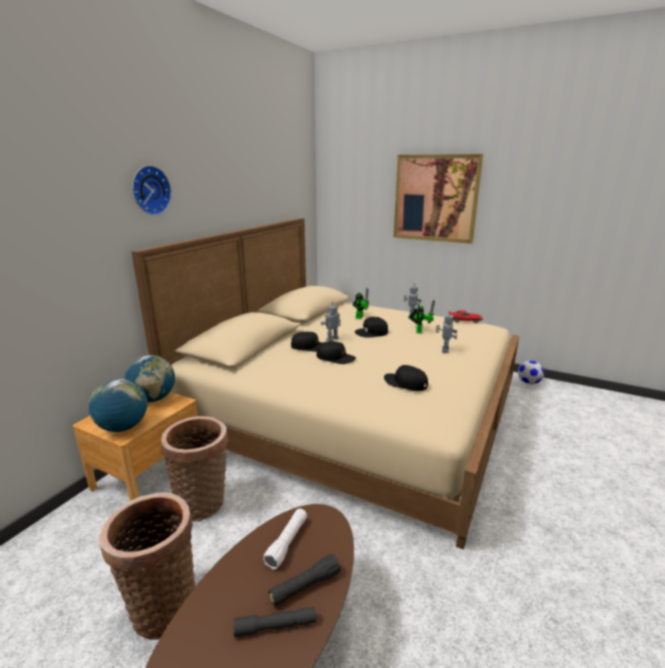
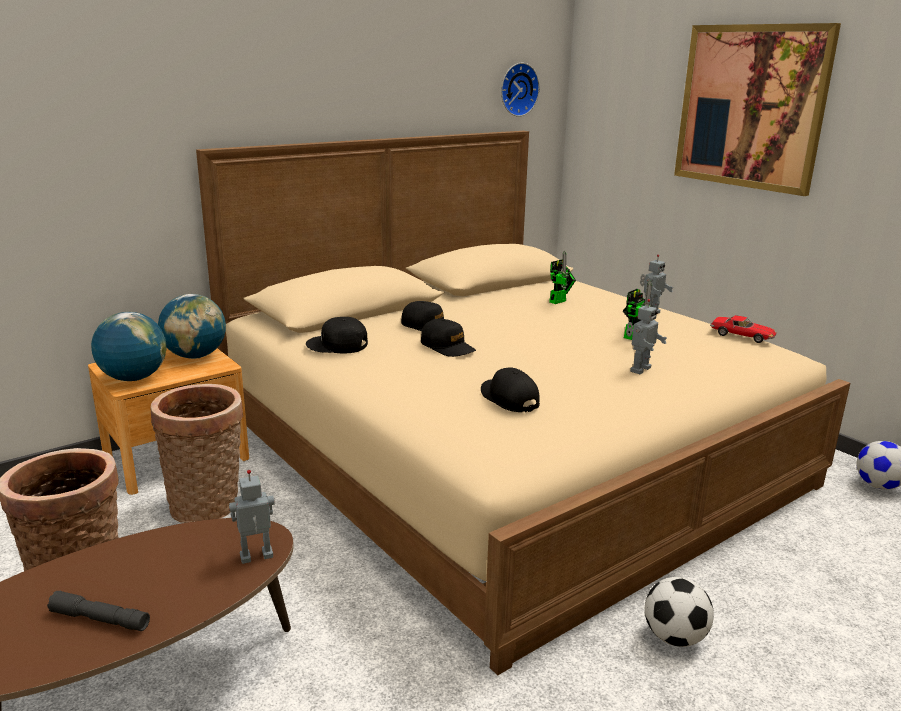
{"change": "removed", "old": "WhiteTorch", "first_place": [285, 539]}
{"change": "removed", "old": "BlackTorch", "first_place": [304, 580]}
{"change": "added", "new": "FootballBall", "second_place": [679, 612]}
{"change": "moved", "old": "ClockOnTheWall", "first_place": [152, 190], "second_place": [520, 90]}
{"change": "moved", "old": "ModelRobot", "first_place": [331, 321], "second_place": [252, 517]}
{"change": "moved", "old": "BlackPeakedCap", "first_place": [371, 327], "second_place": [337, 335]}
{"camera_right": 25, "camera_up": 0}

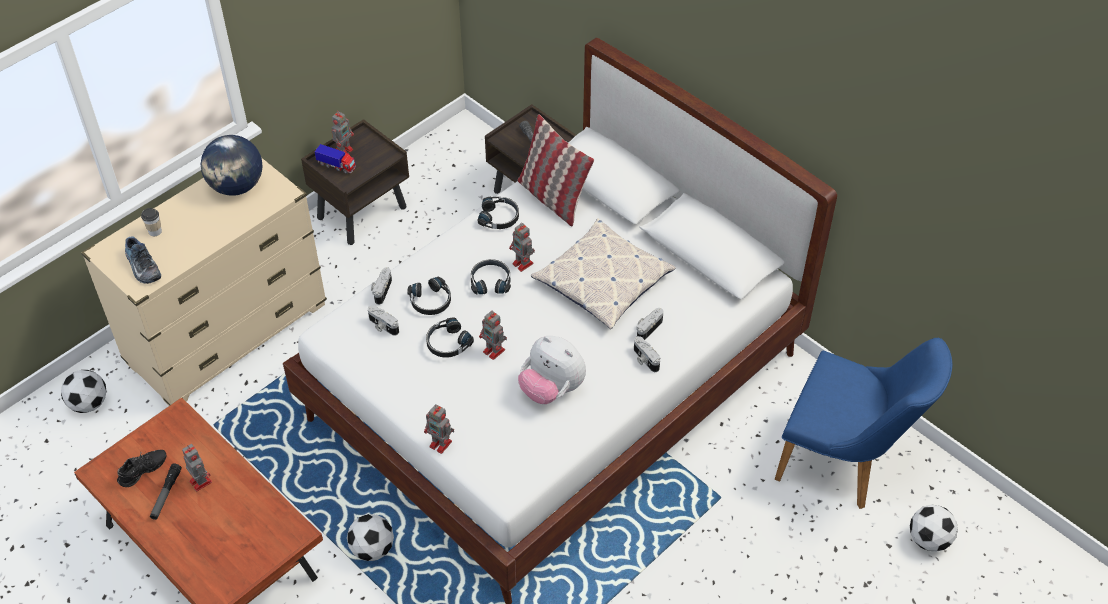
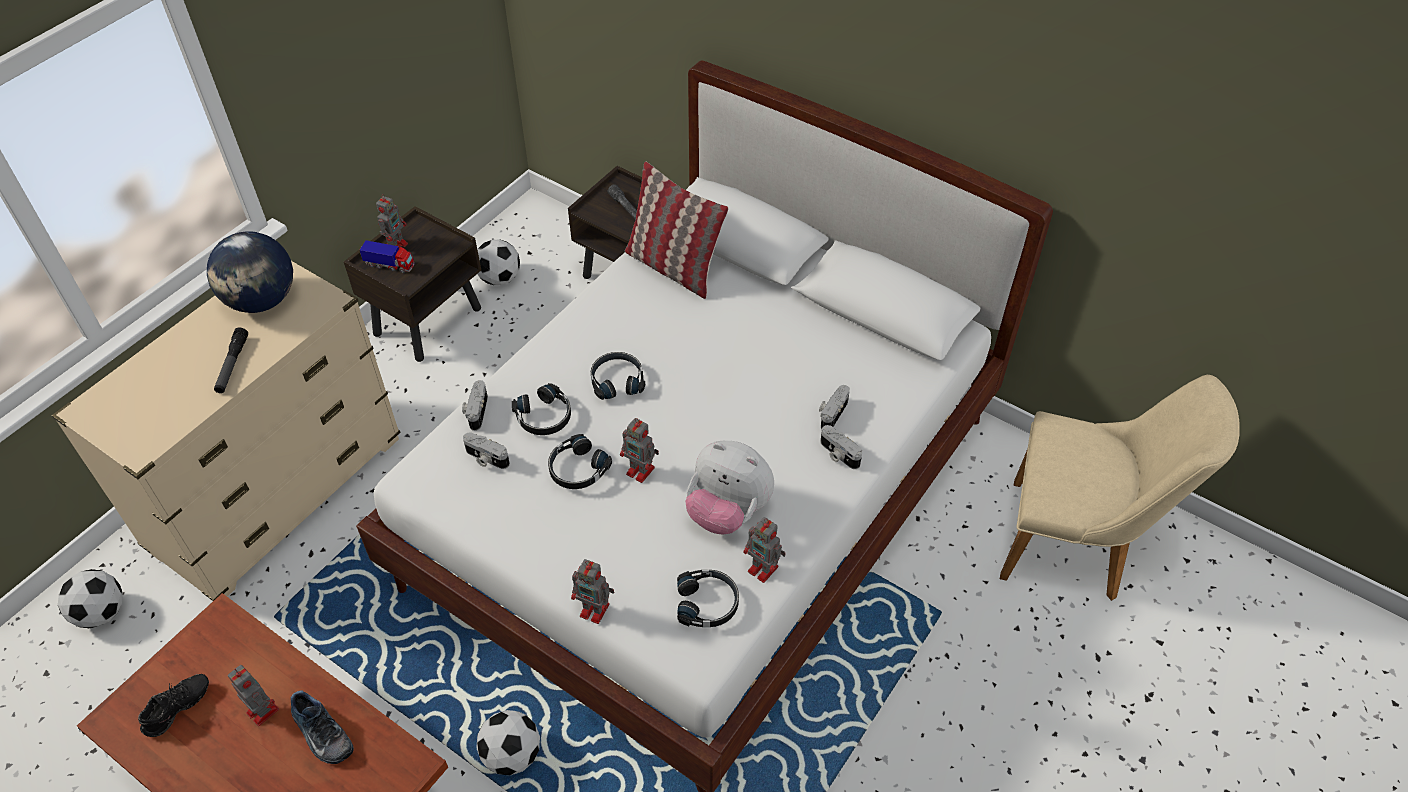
{"change": "removed", "old": "DrinkingCup", "first_place": [151, 222]}
{"change": "removed", "old": "ThrowPillow", "first_place": [603, 274]}
{"change": "moved", "old": "LowShoe", "first_place": [143, 260], "second_place": [322, 727]}
{"change": "moved", "old": "Torch", "first_place": [166, 491], "second_place": [231, 360]}
{"change": "moved", "old": "BlackHeadphones", "first_place": [498, 213], "second_place": [708, 598]}
{"change": "moved", "old": "ModelRobot", "first_place": [522, 247], "second_place": [764, 550]}
{"change": "moved", "old": "FootballBall", "first_place": [934, 528], "second_place": [498, 262]}
{"change": "recoloured", "old": "BlueColouredPlainChair", "new": "BeigePlainChair", "first_place": [863, 423], "second_place": [1120, 488]}
{"camera_right": -10, "camera_up": 0}

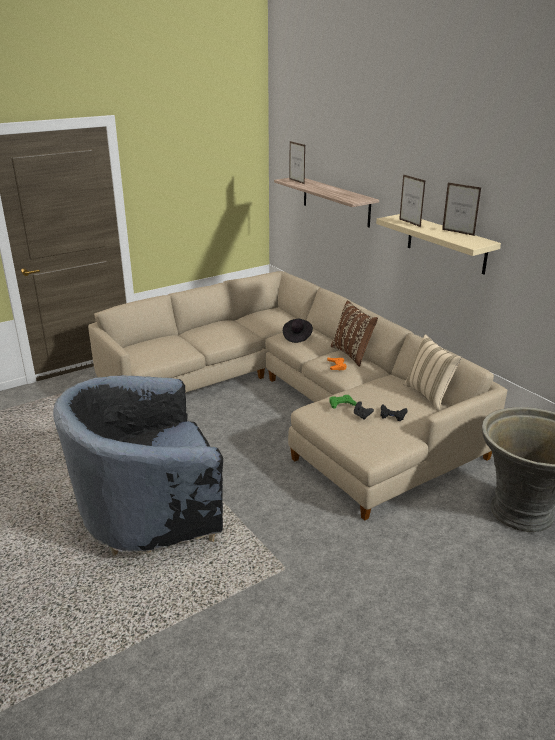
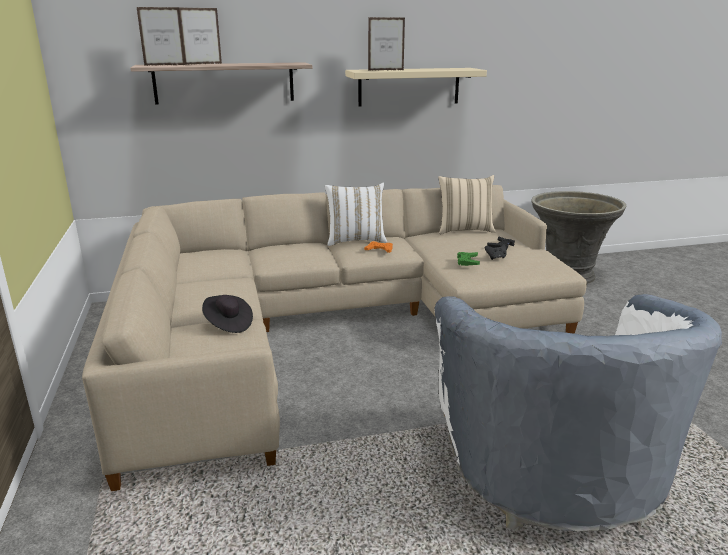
{"change": "moved", "old": "BlackHat", "first_place": [298, 331], "second_place": [227, 314]}
{"change": "moved", "old": "StandingFrame", "first_place": [461, 209], "second_place": [200, 36]}
{"change": "recoloured", "old": "BlackLoungeChair", "new": "WhiteLoungeChair", "first_place": [138, 465], "second_place": [578, 413]}
{"change": "recoloured", "old": "BrownColouredThrowPillow", "new": "WhiteThrowPillow", "first_place": [354, 334], "second_place": [356, 214]}
{"camera_right": -70, "camera_up": -5}

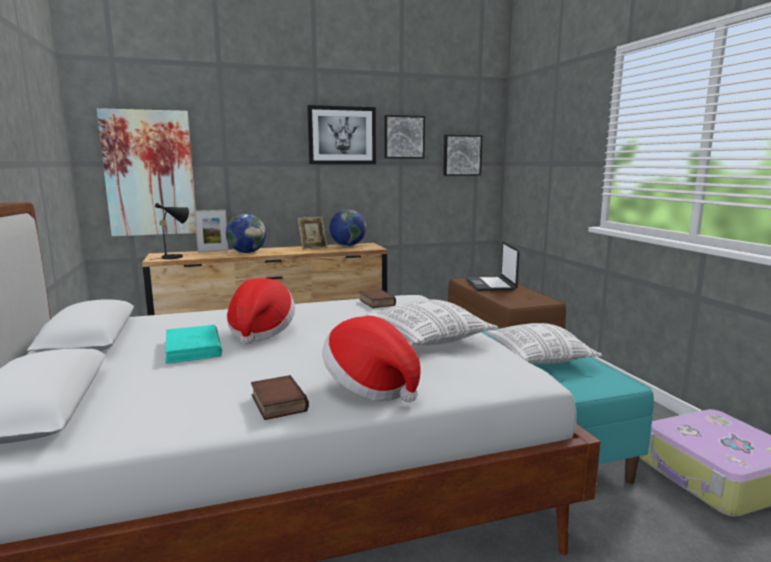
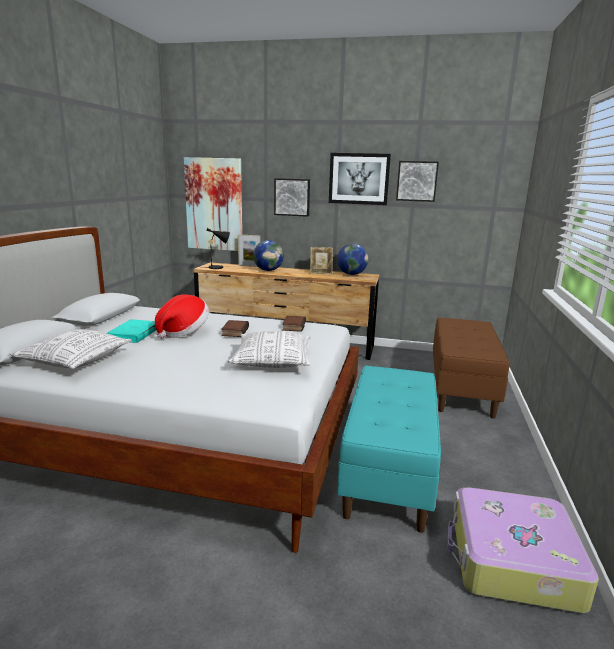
{"change": "removed", "old": "Hat", "first_place": [371, 359]}
{"change": "removed", "old": "Laptop", "first_place": [493, 266]}
{"change": "moved", "old": "Volume", "first_place": [280, 397], "second_place": [235, 328]}
{"change": "moved", "old": "Picture", "first_place": [463, 155], "second_place": [292, 197]}
{"change": "moved", "old": "ThrowPillow", "first_place": [543, 343], "second_place": [71, 349]}
{"camera_right": 30, "camera_up": 5}

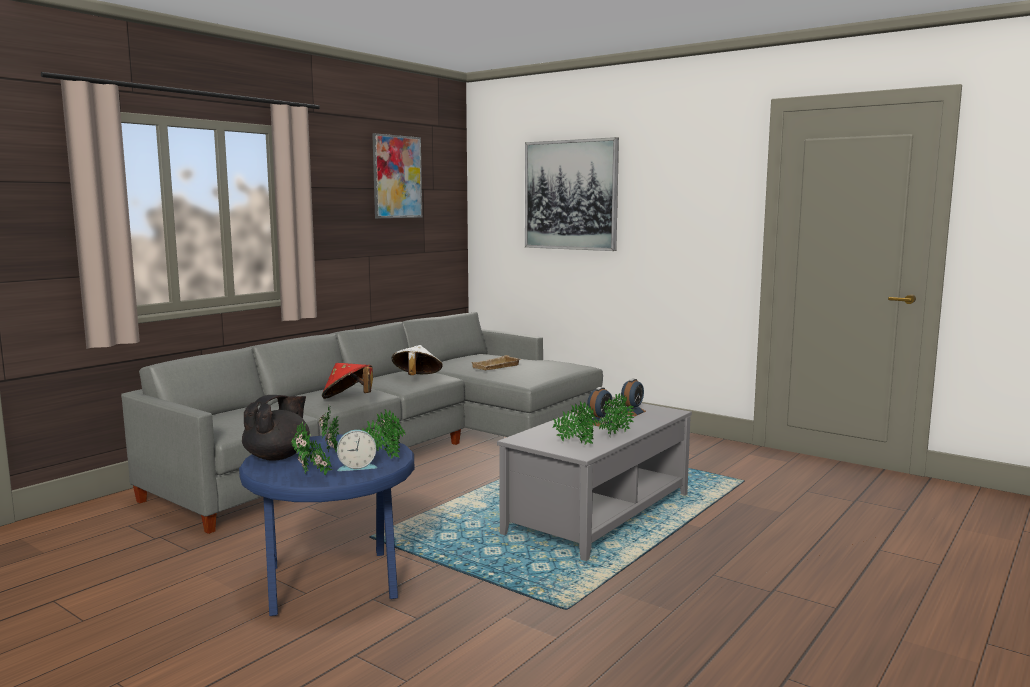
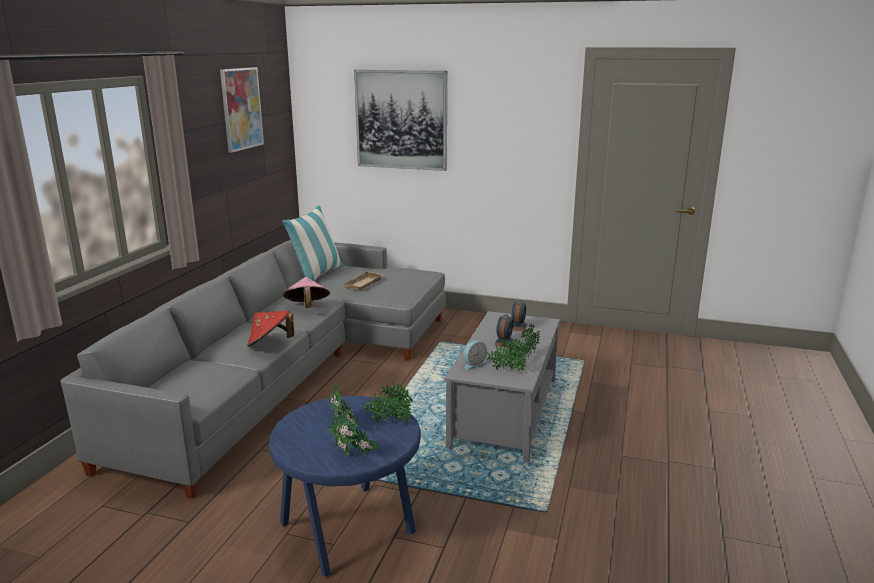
{"change": "removed", "old": "BlackTeaPot", "first_place": [276, 427]}
{"change": "added", "new": "ThrowPillow", "second_place": [312, 243]}
{"change": "moved", "old": "AlarmClock", "first_place": [357, 450], "second_place": [476, 355]}
{"change": "recoloured", "old": "WhiteHat", "new": "PinkColouredHat", "first_place": [417, 360], "second_place": [306, 292]}
{"camera_right": -20, "camera_up": 10}

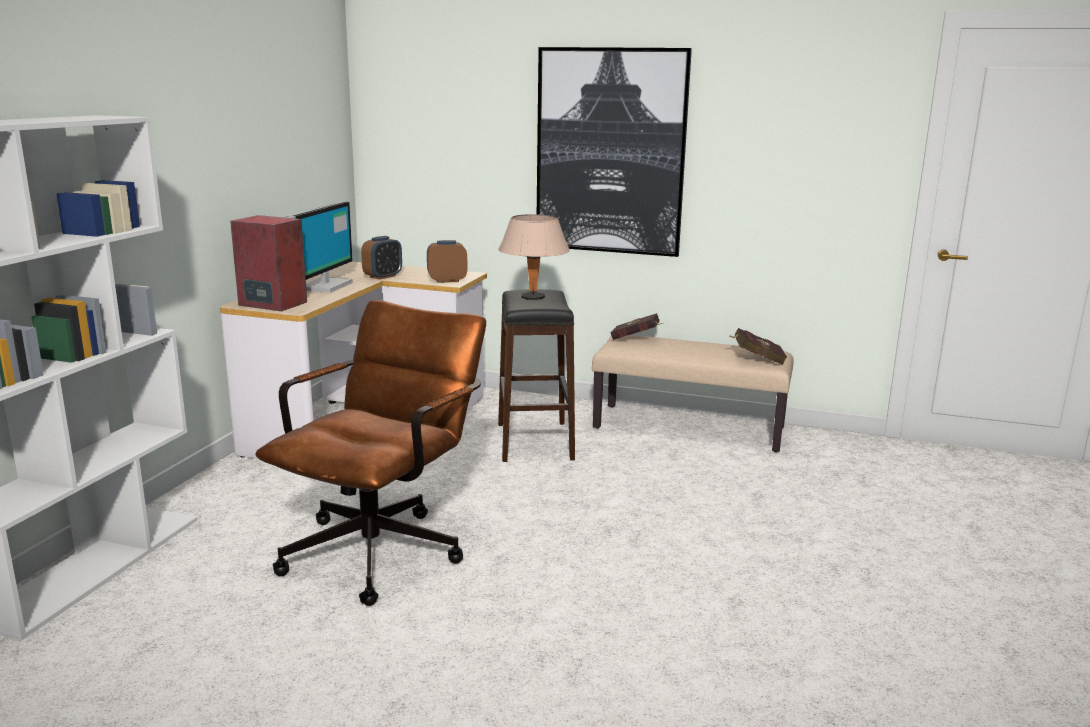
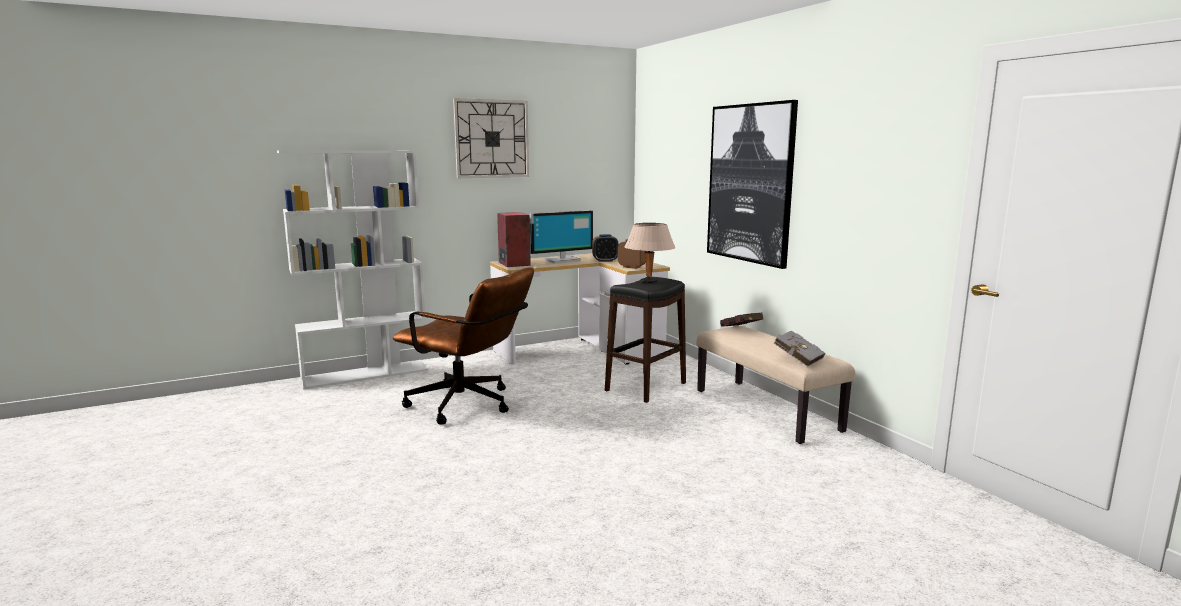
{"change": "added", "new": "ClockOnTheWall", "second_place": [491, 138]}
{"change": "recoloured", "old": "RedVolume", "new": "GreyishVolume", "first_place": [757, 346], "second_place": [799, 349]}
{"change": "turned", "old": "BrownColouredOfficeChair", "first_place": [370, 453], "second_place": [463, 346], "degrees": 45}
{"camera_right": 45, "camera_up": -5}

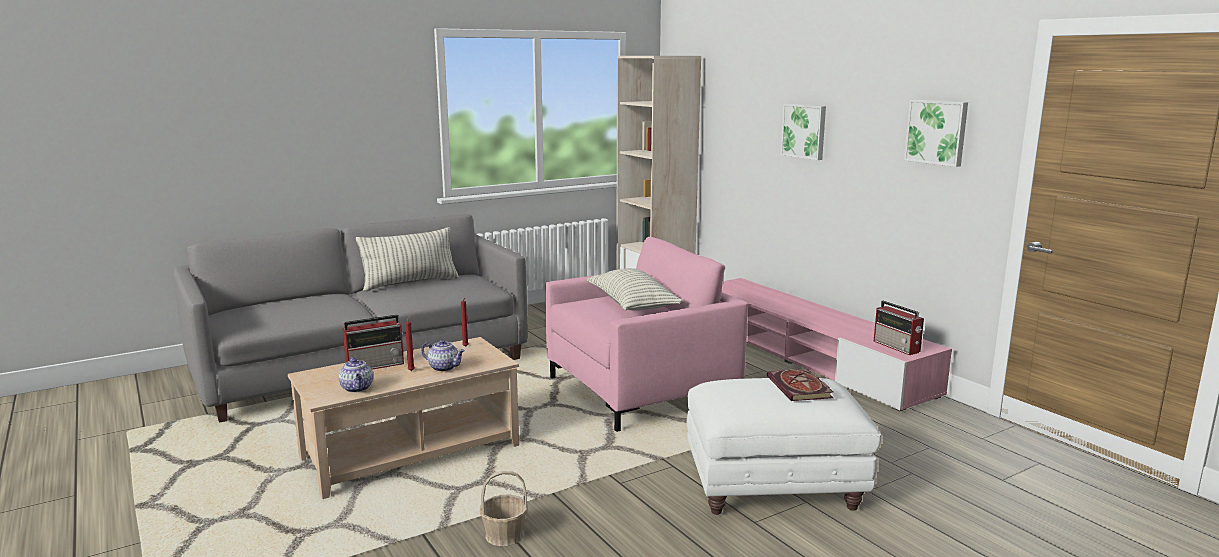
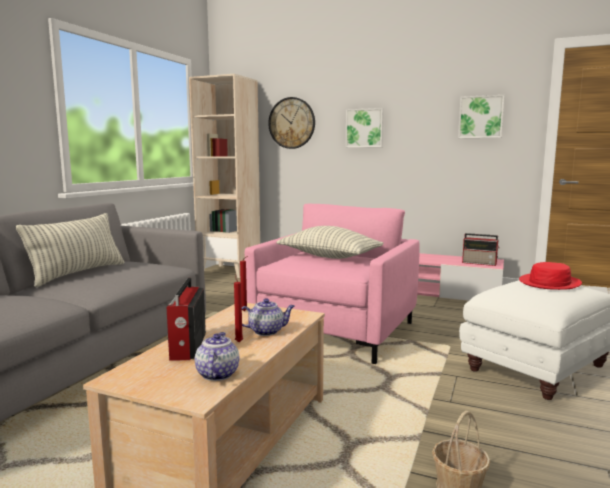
{"change": "added", "new": "ClockOnTheWall", "second_place": [291, 123]}
{"change": "replaced", "old": "Volume", "new": "RedHat", "first_place": [800, 385], "second_place": [550, 276]}
{"change": "turned", "old": "TeaPot", "first_place": [356, 375], "second_place": [217, 356], "degrees": -120}
{"change": "turned", "old": "Radio", "first_place": [373, 342], "second_place": [186, 319], "degrees": 150}
{"camera_right": -35, "camera_up": -5}

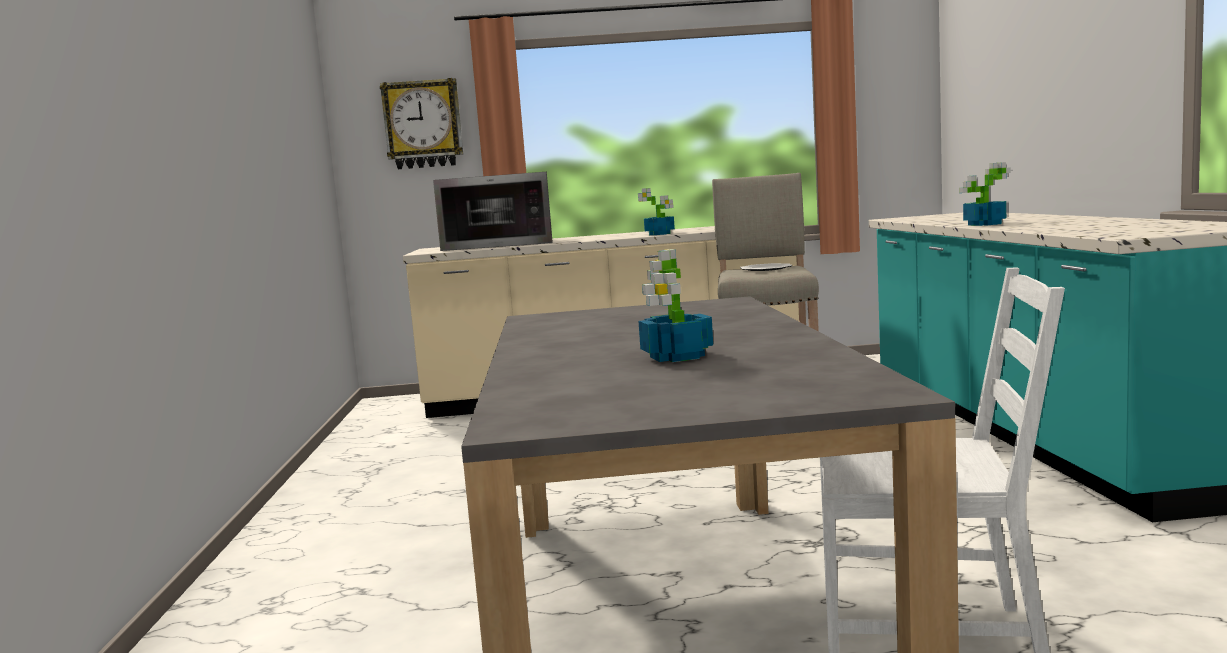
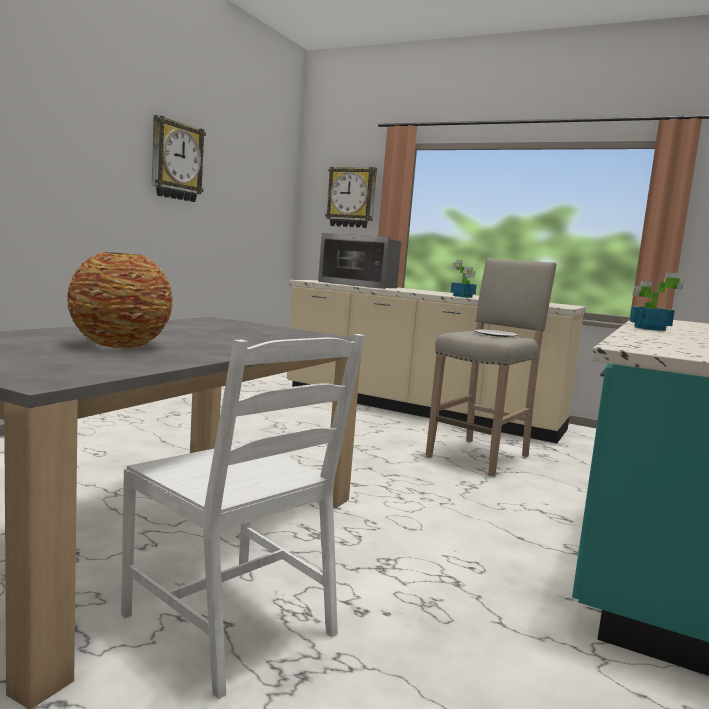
{"change": "added", "new": "ClockOnTheWall", "second_place": [179, 158]}
{"change": "replaced", "old": "PlantInAPot", "new": "Vase", "first_place": [675, 305], "second_place": [120, 300]}
{"camera_right": 30, "camera_up": 0}

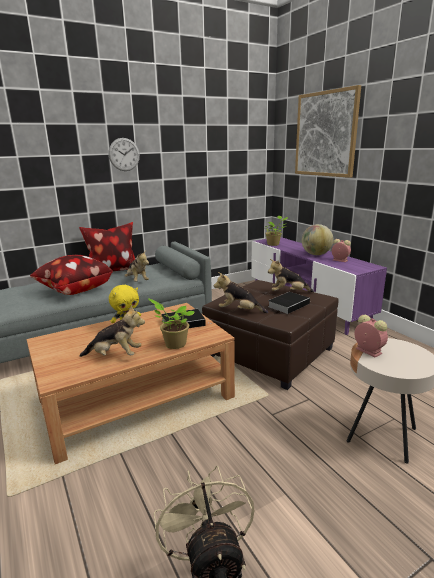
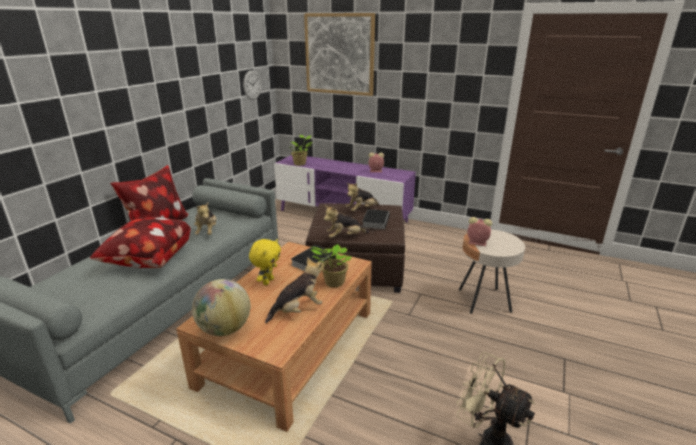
{"change": "moved", "old": "ClockOnTheWall", "first_place": [124, 154], "second_place": [252, 85]}
{"change": "moved", "old": "Globe", "first_place": [317, 239], "second_place": [221, 307]}
{"change": "turned", "old": "CuddlyToy", "first_place": [136, 266], "second_place": [205, 218], "degrees": 60}
{"camera_right": -35, "camera_up": 5}

